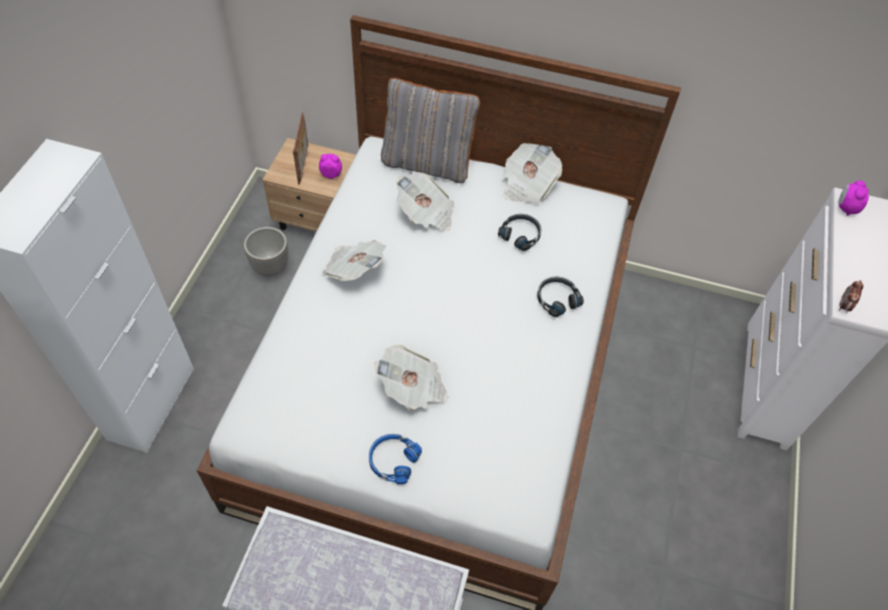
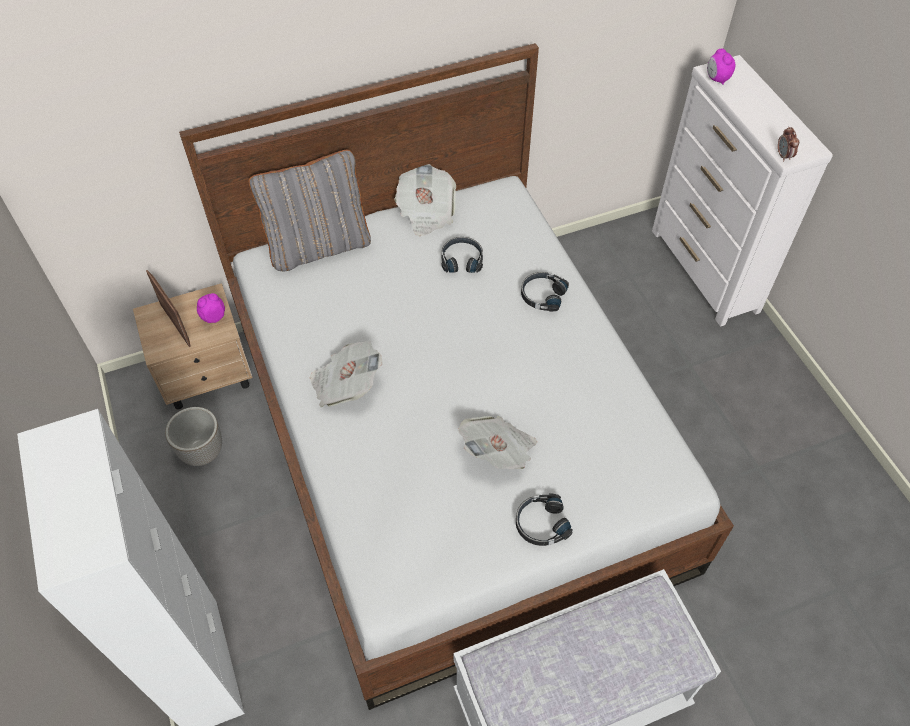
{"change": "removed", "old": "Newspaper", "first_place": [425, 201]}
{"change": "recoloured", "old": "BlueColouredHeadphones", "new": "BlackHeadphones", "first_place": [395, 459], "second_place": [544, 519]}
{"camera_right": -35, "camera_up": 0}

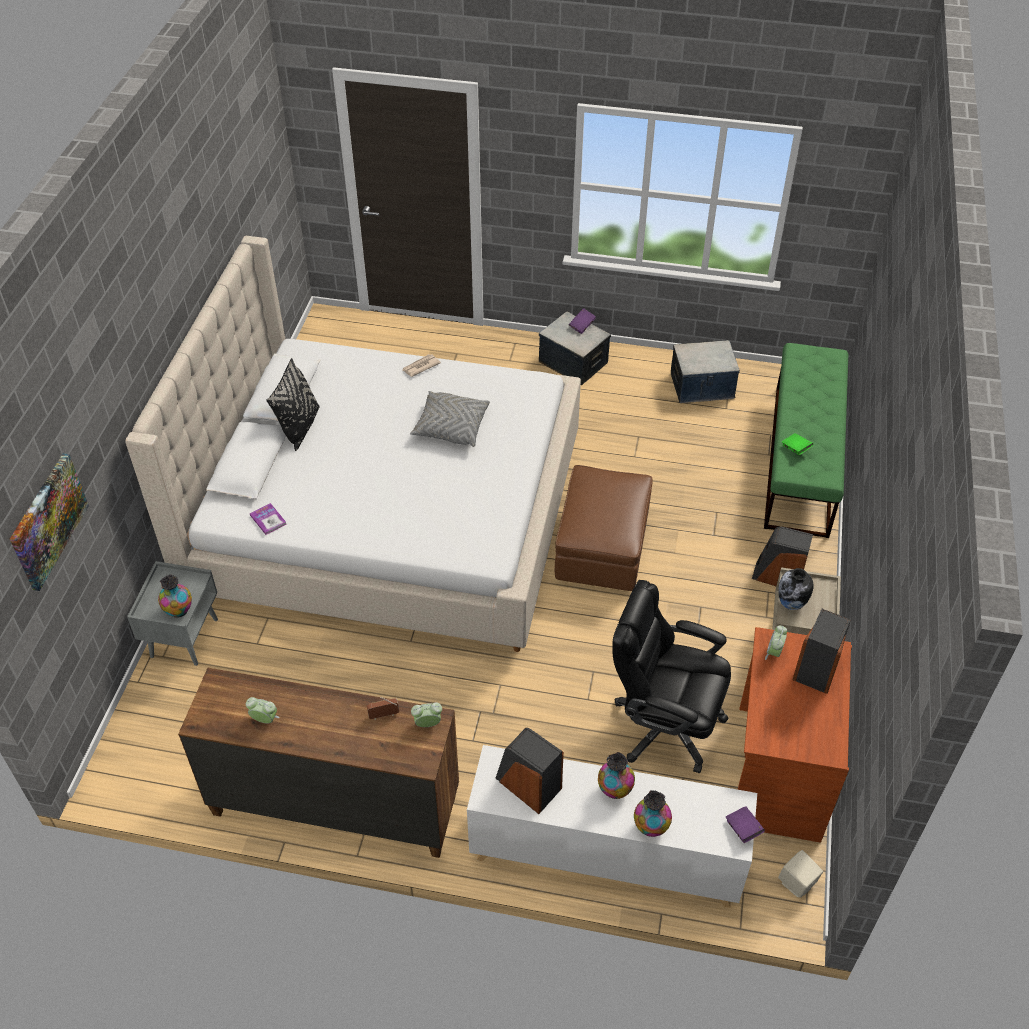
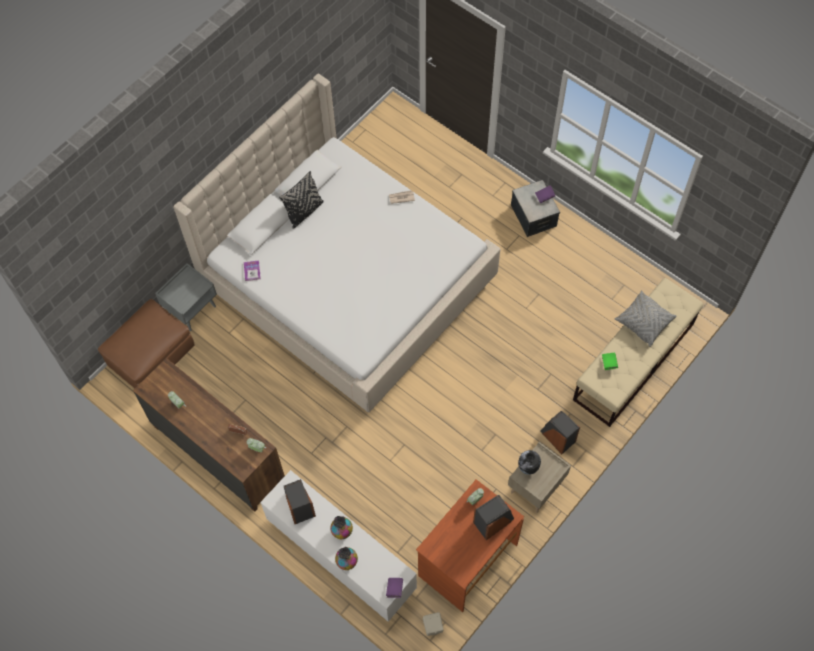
{"change": "removed", "old": "Picture", "first_place": [49, 522]}
{"change": "removed", "old": "Vase", "first_place": [175, 595]}
{"change": "removed", "old": "BlackOfficeChair", "first_place": [671, 676]}
{"change": "removed", "old": "StorageContainer", "first_place": [705, 371]}
{"change": "moved", "old": "GreyishThrowPillow", "first_place": [450, 419], "second_place": [645, 318]}
{"change": "moved", "old": "BrownColouredOttoman", "first_place": [604, 528], "second_place": [146, 343]}
{"change": "recoloured", "old": "GreenishIndoorBench", "new": "BeigeIndoorBench", "first_place": [806, 440], "second_place": [638, 352]}
{"camera_right": 30, "camera_up": 15}

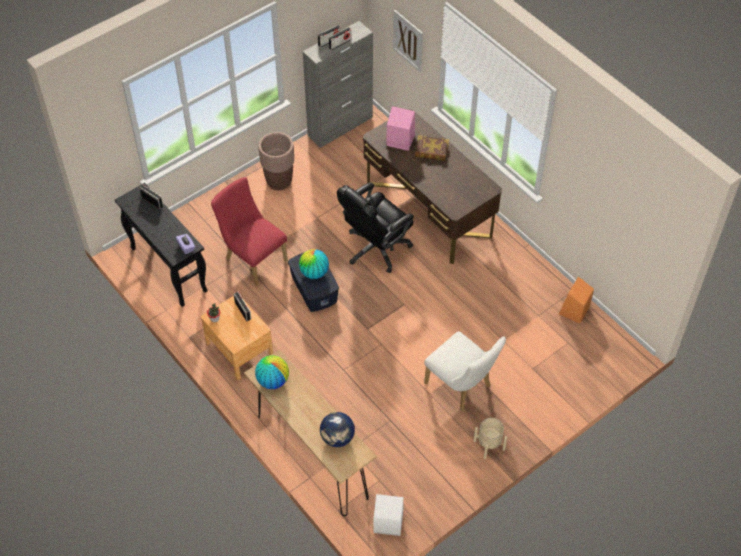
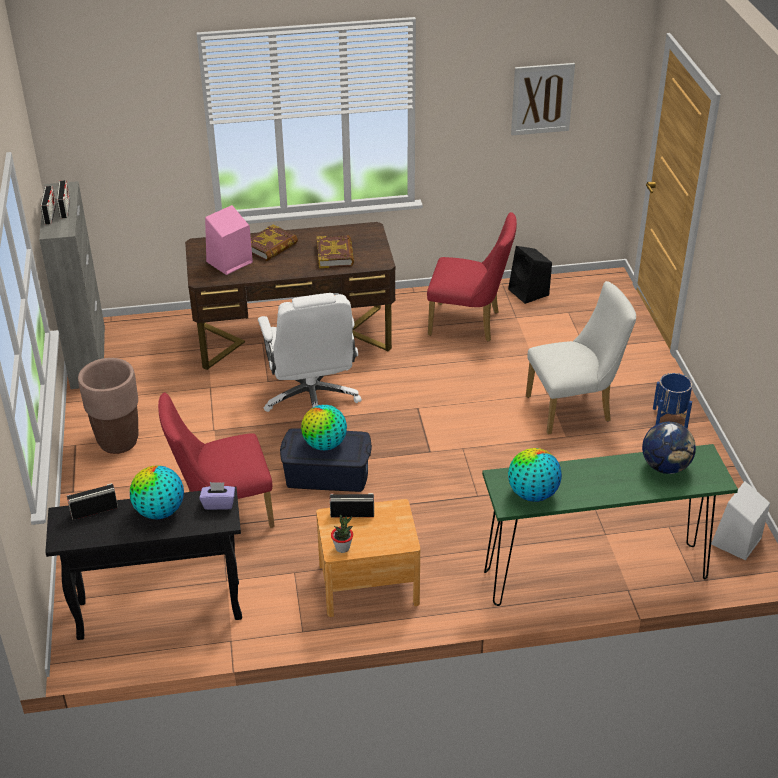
{"change": "added", "new": "Globe", "second_place": [157, 492]}
{"change": "added", "new": "Volume", "second_place": [335, 251]}
{"change": "added", "new": "RedPlainChair", "second_place": [472, 277]}
{"change": "moved", "old": "Picture", "first_place": [408, 41], "second_place": [543, 99]}
{"change": "recoloured", "old": "BrownColouredHallTable", "new": "GreenishHallTable", "first_place": [310, 432], "second_place": [610, 525]}
{"change": "recoloured", "old": "BlackOfficeChair", "new": "WhiteOfficeChair", "first_place": [375, 227], "second_place": [310, 352]}
{"change": "recoloured", "old": "BeigePlantPot", "new": "BlueColouredPlantPot", "first_place": [490, 438], "second_place": [672, 401]}
{"change": "recoloured", "old": "OrangeyAudioSpeaker", "new": "BlackAudioSpeaker", "first_place": [576, 300], "second_place": [530, 275]}
{"camera_right": -60, "camera_up": -15}

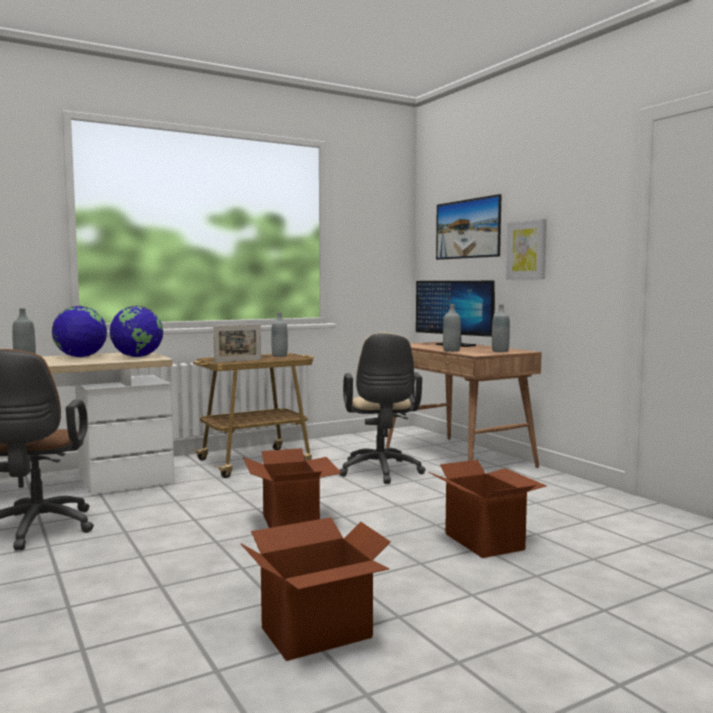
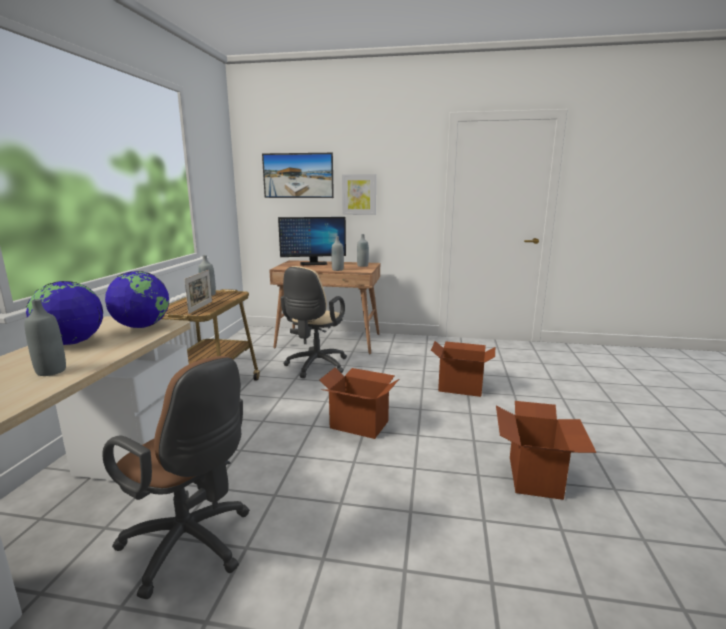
{"change": "turned", "old": "BeigeOfficeChair", "first_place": [382, 408], "second_place": [314, 322], "degrees": 75}
{"camera_right": -50, "camera_up": 10}

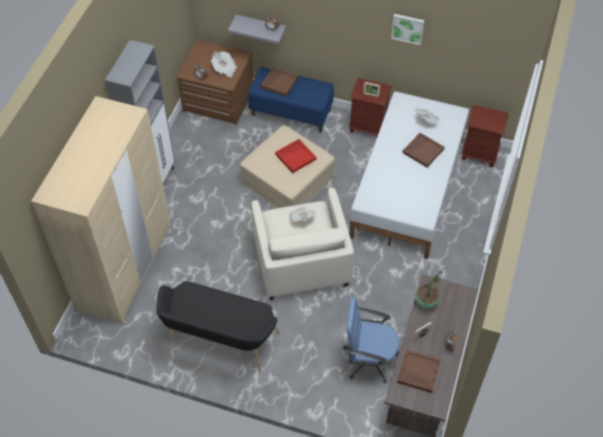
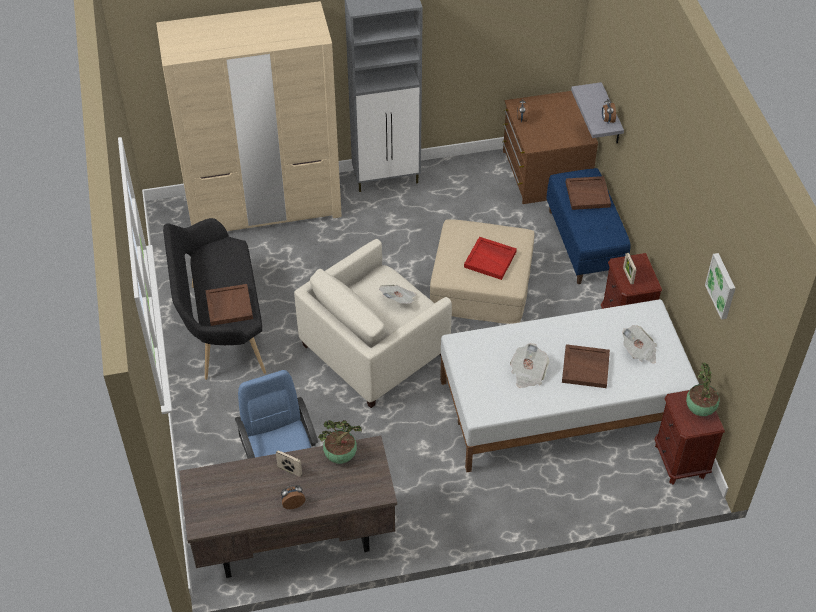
{"change": "added", "new": "PlantInAPot", "second_place": [703, 389]}
{"change": "moved", "old": "Newspaper", "first_place": [224, 64], "second_place": [529, 365]}
{"change": "moved", "old": "Picture", "first_place": [407, 29], "second_place": [720, 286]}
{"change": "moved", "old": "BrownColouredCarryingTray", "first_place": [419, 371], "second_place": [229, 305]}
{"camera_right": 60, "camera_up": -5}

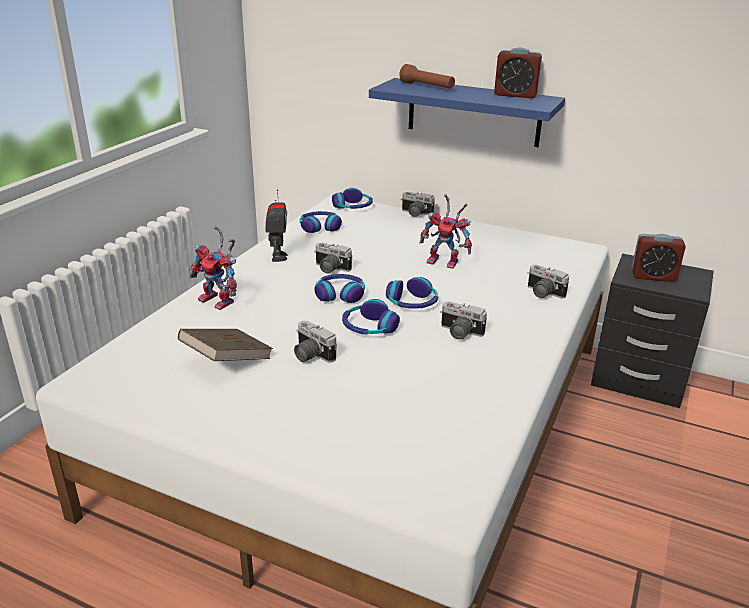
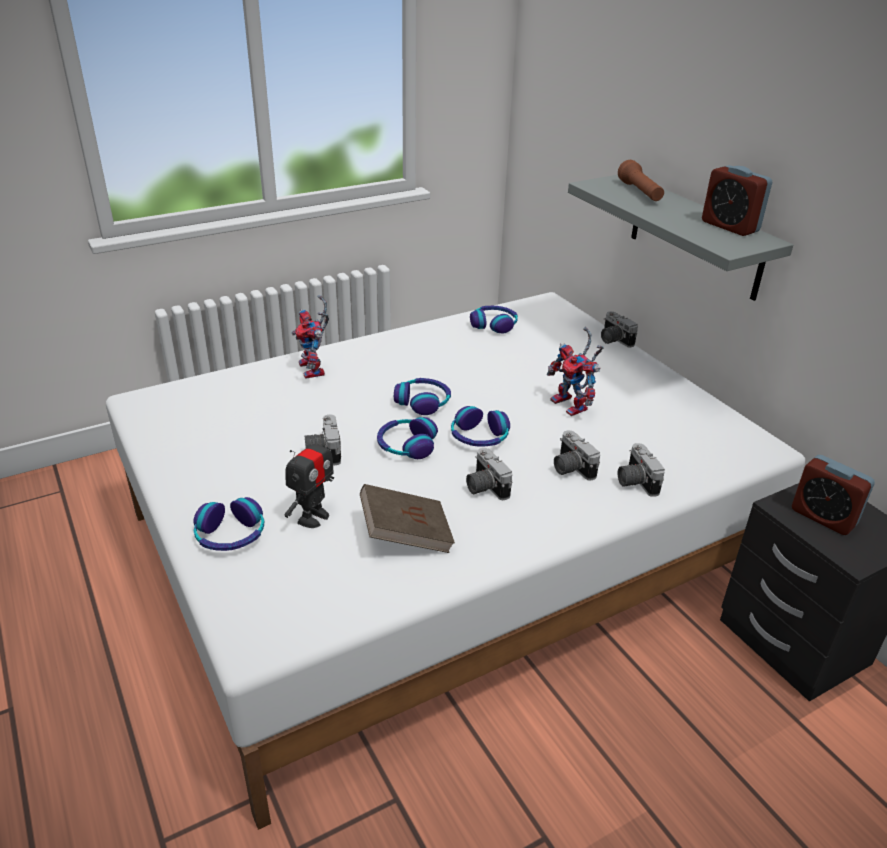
{"change": "moved", "old": "BrownColouredVolume", "first_place": [225, 345], "second_place": [407, 518]}
{"change": "moved", "old": "ModelRobot", "first_place": [277, 225], "second_place": [309, 478]}
{"change": "moved", "old": "PhotoCamera", "first_place": [333, 258], "second_place": [577, 455]}
{"change": "moved", "old": "Headphones", "first_place": [352, 198], "second_place": [228, 524]}
{"change": "recoloured", "old": "BlueColouredBracketShelf", "new": "GreyishBracketShelf", "first_place": [467, 112], "second_place": [680, 238]}
{"camera_right": 35, "camera_up": 5}

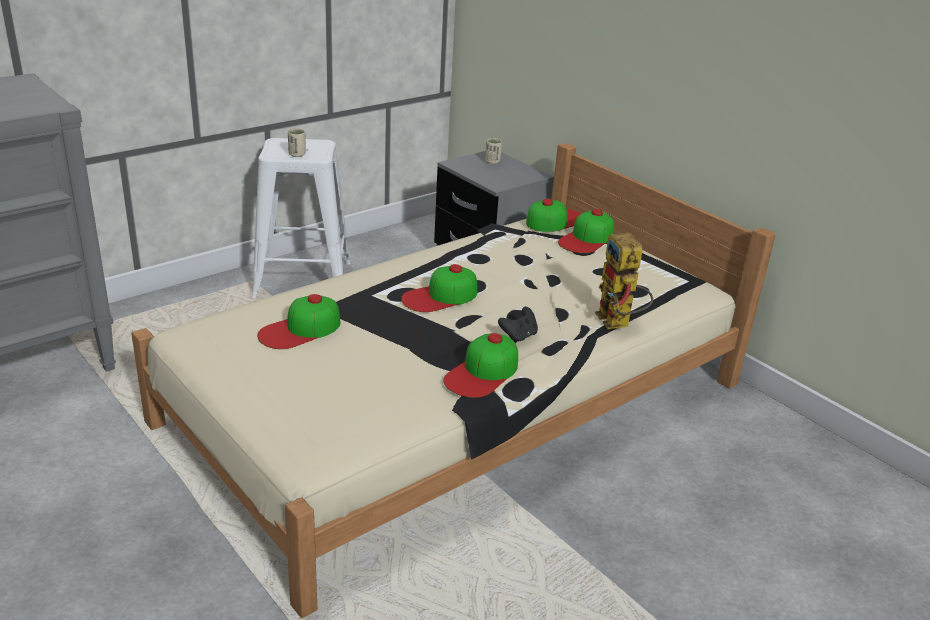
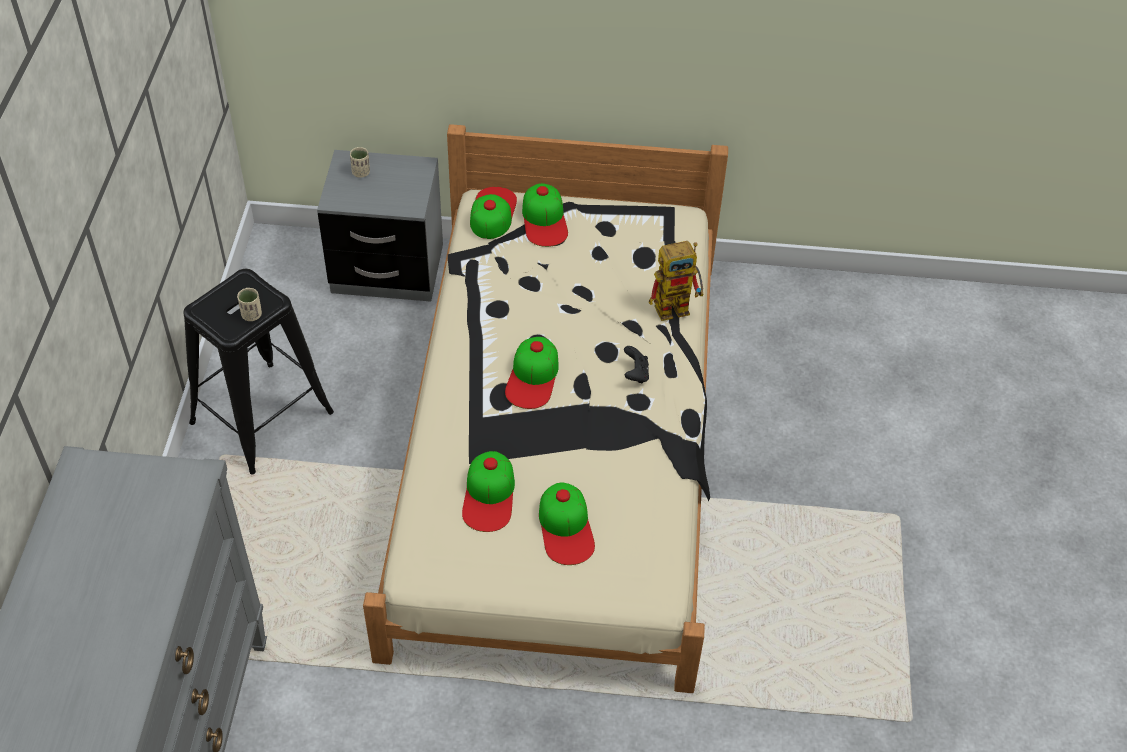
{"change": "moved", "old": "PeakedCap", "first_place": [480, 365], "second_place": [567, 523]}
{"change": "recoloured", "old": "WhiteStool", "new": "BlackStool", "first_place": [301, 218], "second_place": [259, 372]}
{"change": "turned", "old": "ModelRobot", "first_place": [624, 281], "second_place": [676, 281], "degrees": -45}
{"camera_right": -45, "camera_up": 20}

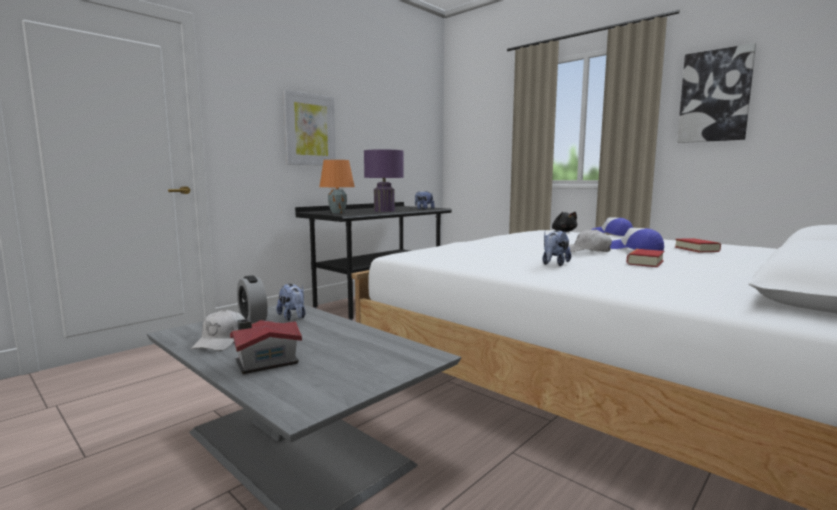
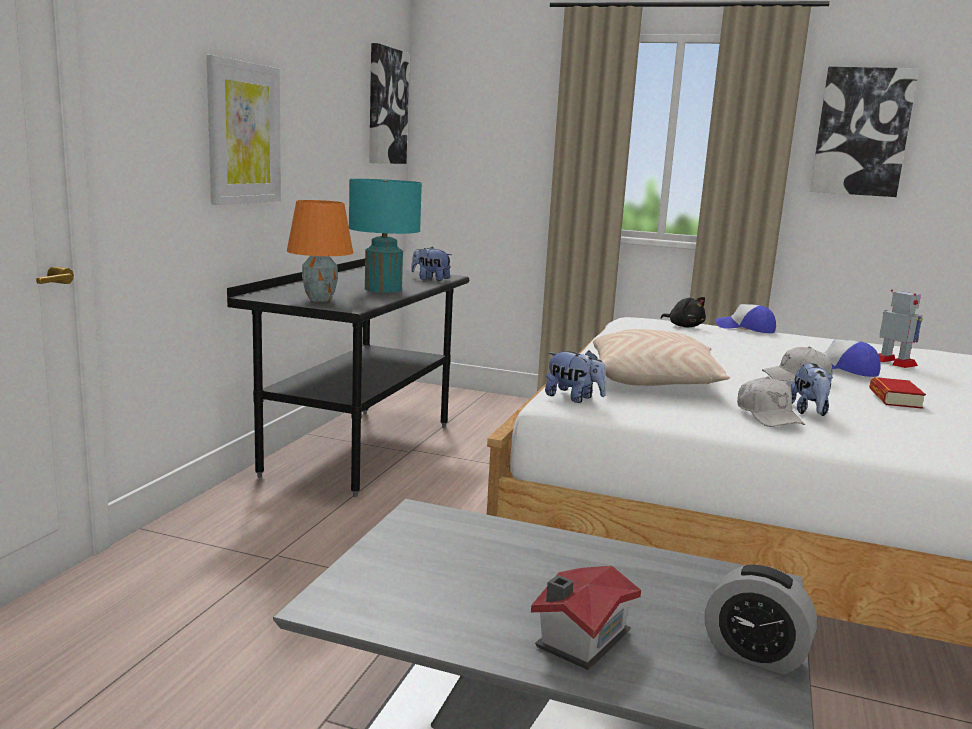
{"change": "added", "new": "Picture", "second_place": [389, 103]}
{"change": "added", "new": "BeigeThrowPillow", "second_place": [661, 357]}
{"change": "moved", "old": "WhitePeakedCap", "first_place": [218, 330], "second_place": [771, 402]}
{"change": "moved", "old": "AlarmClock", "first_place": [252, 299], "second_place": [761, 619]}
{"change": "moved", "old": "CuddlyToy", "first_place": [291, 302], "second_place": [575, 376]}
{"change": "replaced", "old": "Volume", "new": "ModelRobot", "first_place": [698, 245], "second_place": [900, 329]}
{"change": "recoloured", "old": "PurpleTabletopLamp", "new": "TurquoiseColouredTabletopLamp", "first_place": [384, 180], "second_place": [385, 236]}
{"camera_right": -25, "camera_up": 5}

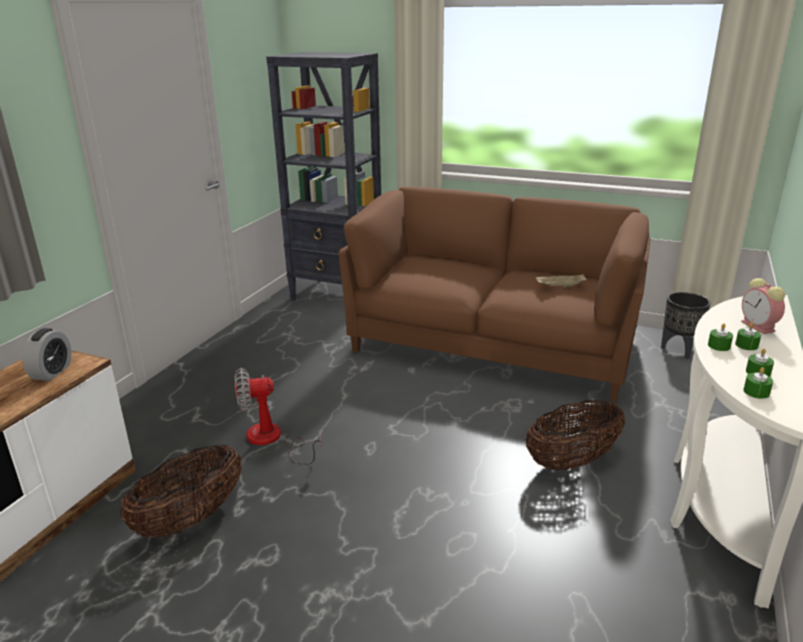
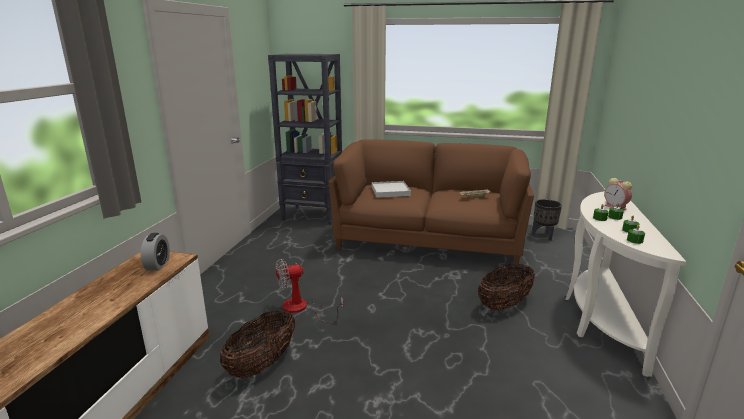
{"change": "added", "new": "WhiteCarryingTray", "second_place": [391, 189]}
{"camera_right": -10, "camera_up": -5}

